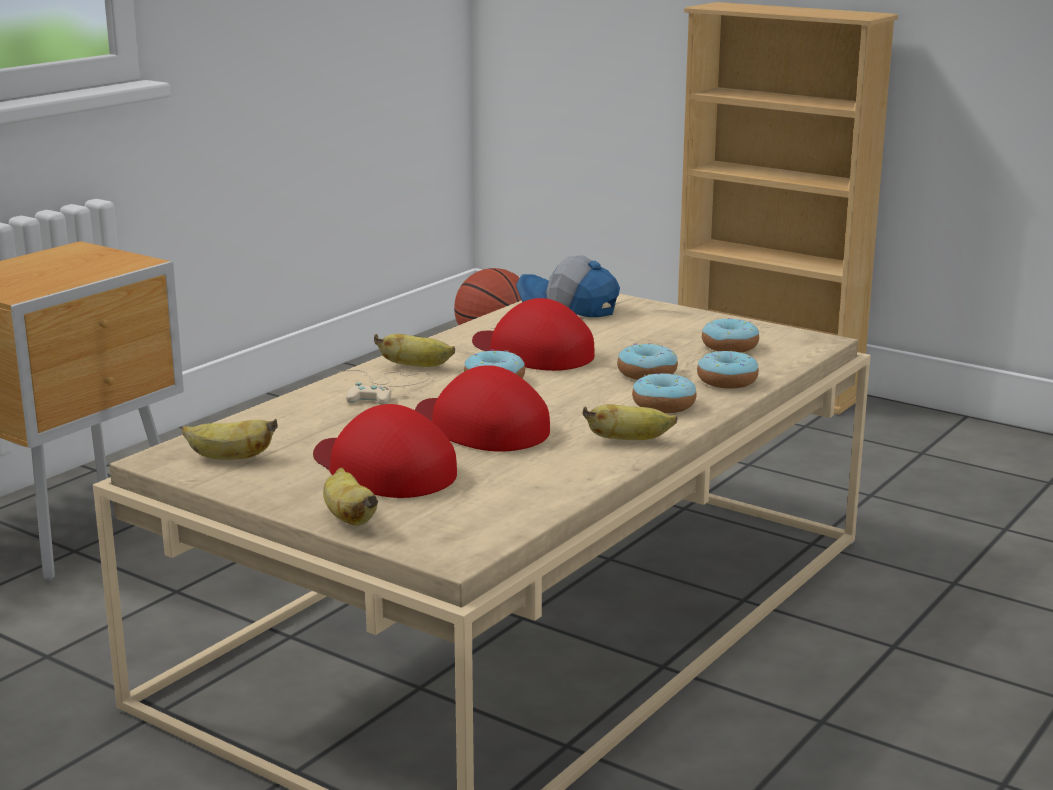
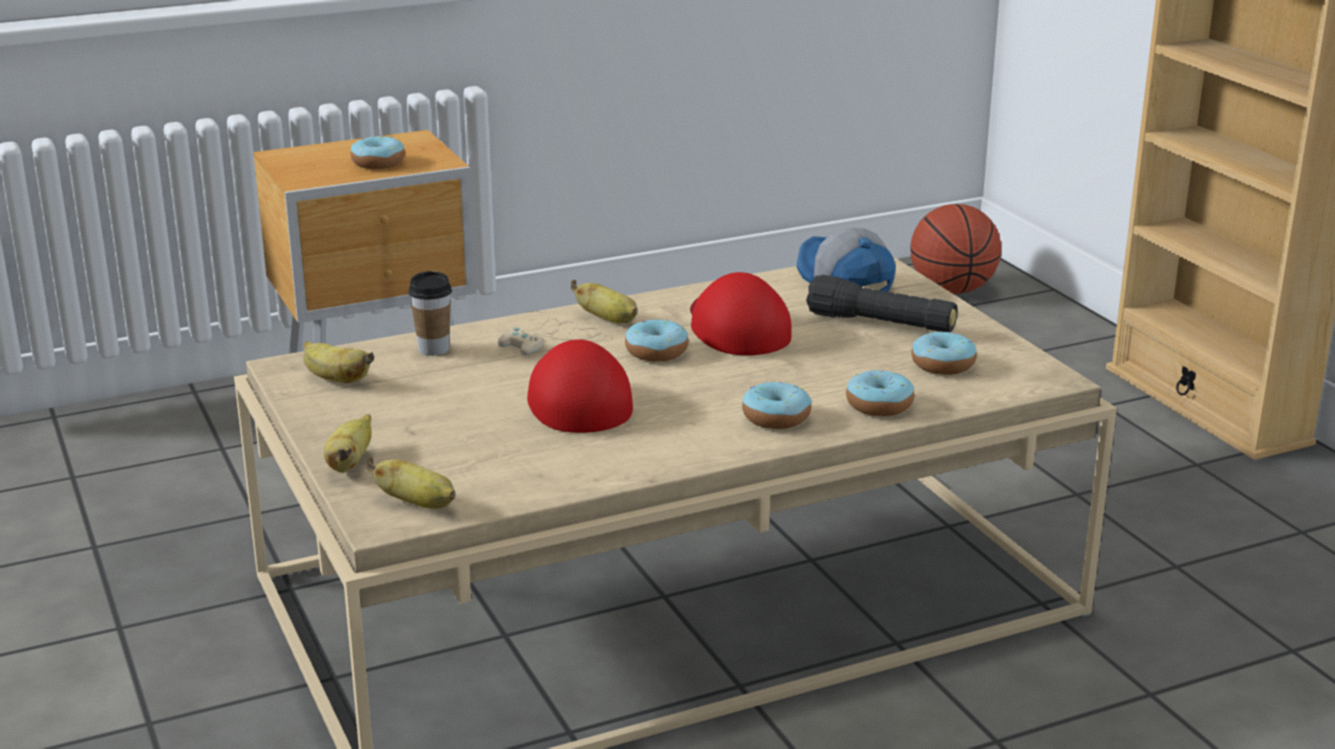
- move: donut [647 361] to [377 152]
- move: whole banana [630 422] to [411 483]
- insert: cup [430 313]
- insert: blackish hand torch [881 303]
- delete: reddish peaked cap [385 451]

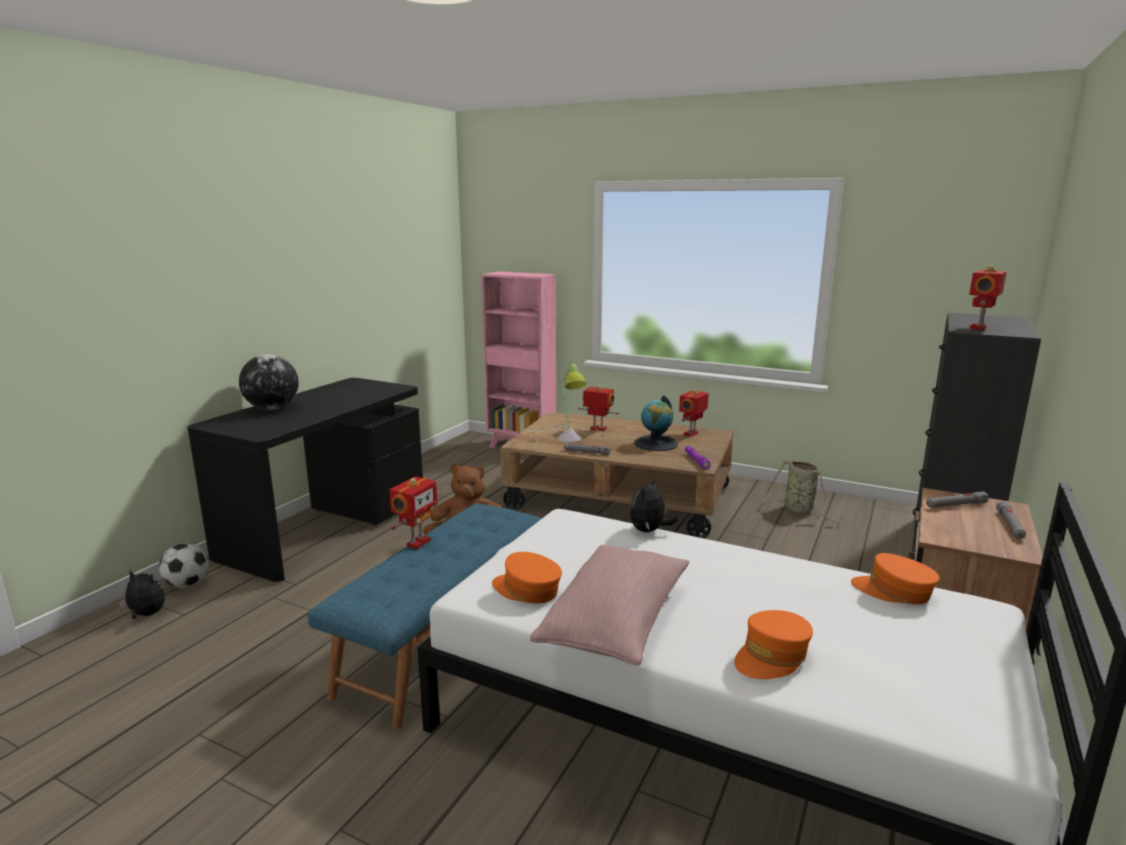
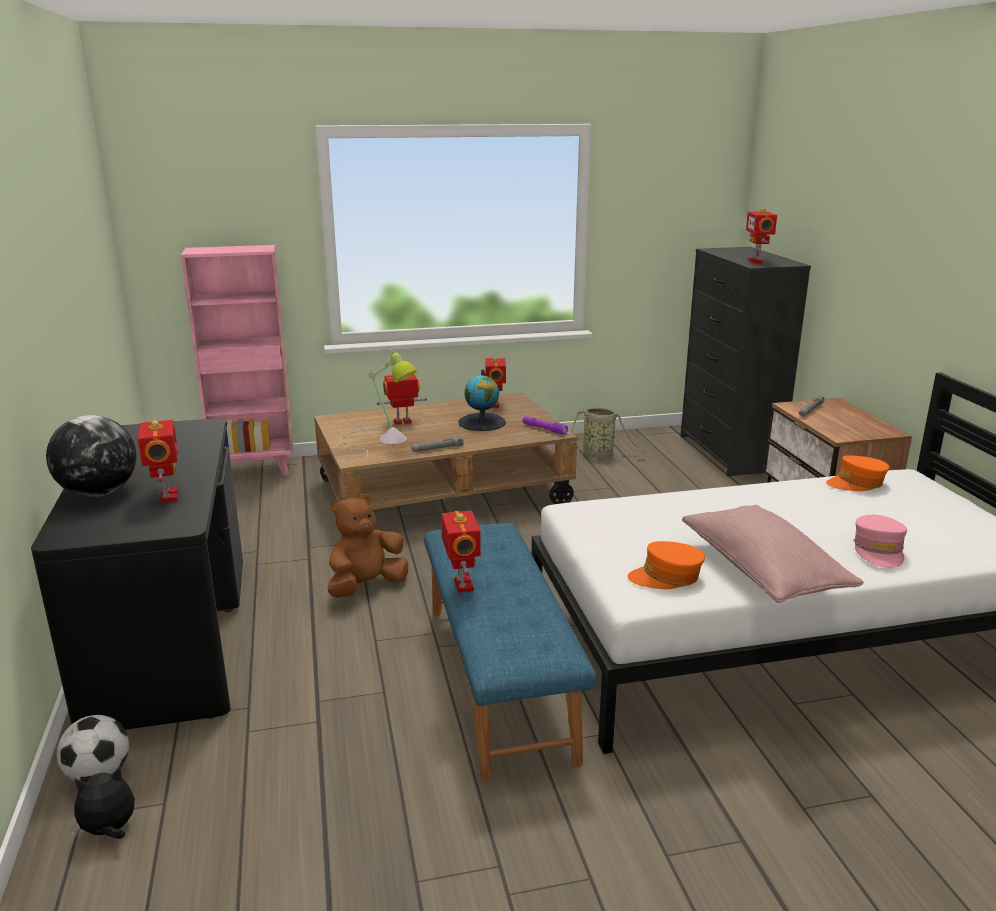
- insert: model robot [158 461]
- recolor: orange-coloured peaked cap [773 644] to pink peaked cap [880 541]
- delete: soft toy [654 504]
- delete: greyish hand torch [1011 520]

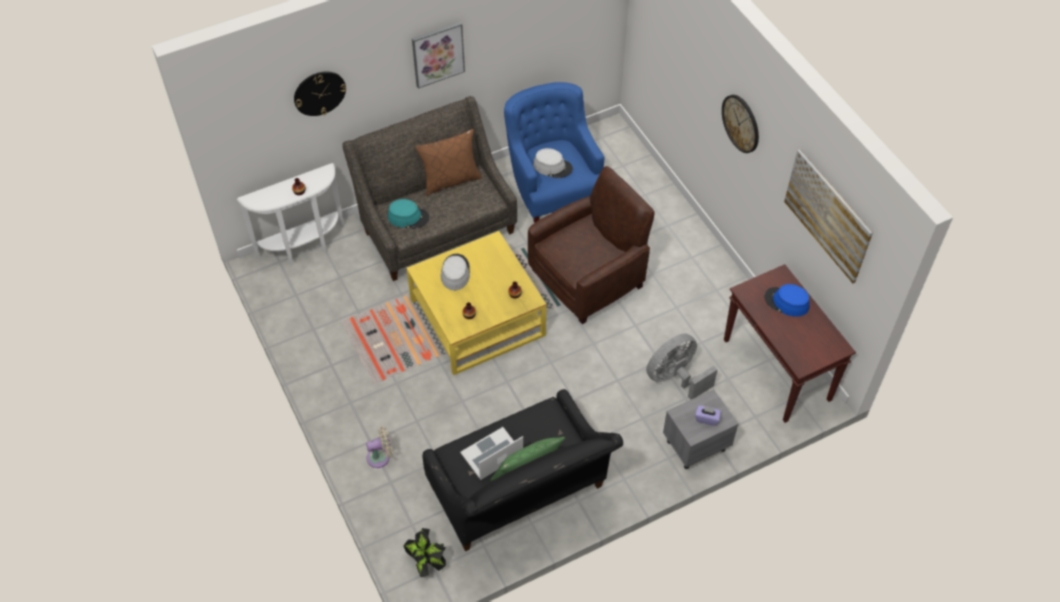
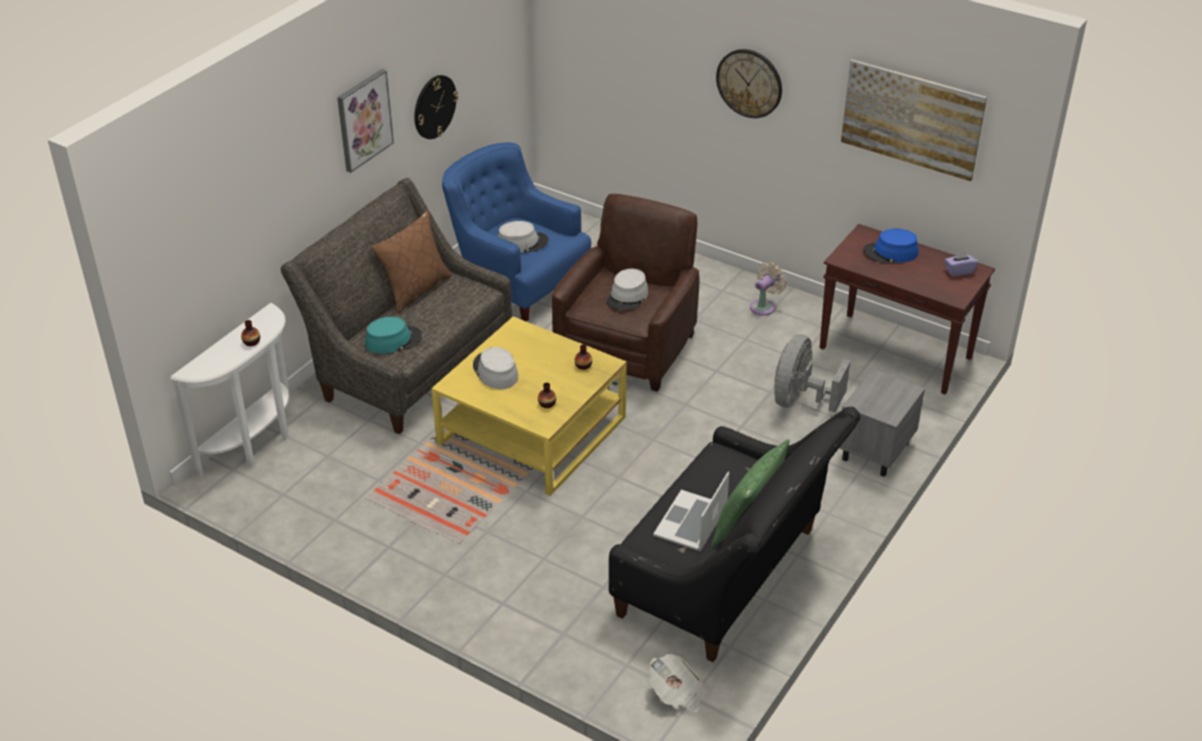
- move: hanging clock [320 94] to [436 107]
- insert: greyish hat [627 290]
- replace: potted plant [424 553] to daily paper [676 683]
- move: sand-coloured cooling fan [379 447] to [768 289]
- move: purplish tissue holder [708 415] to [961 263]

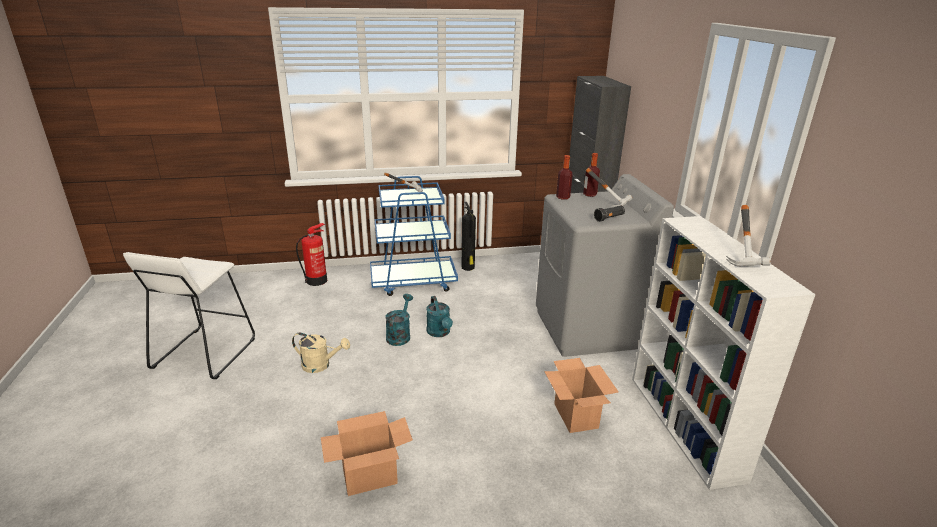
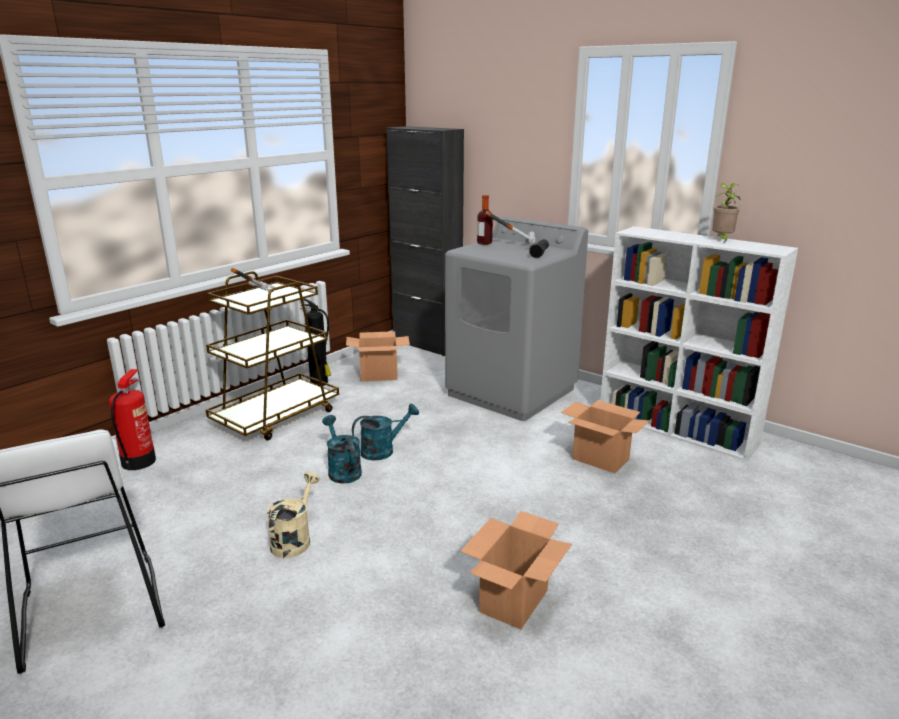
- recolor: blue cart [414 236] to brown-coloured cart [272 355]
- rotate: sand-coloured watering pot [321 353] = [293 515] 45 degrees counterclockwise
- insert: cardboard box [378 356]
- rotate: turquoise-coloured watering pot [439 316] = [385 432] 60 degrees counterclockwise
- replace: hammer [748 235] to potted plant [726 212]
- delete: drink bottle [564 177]

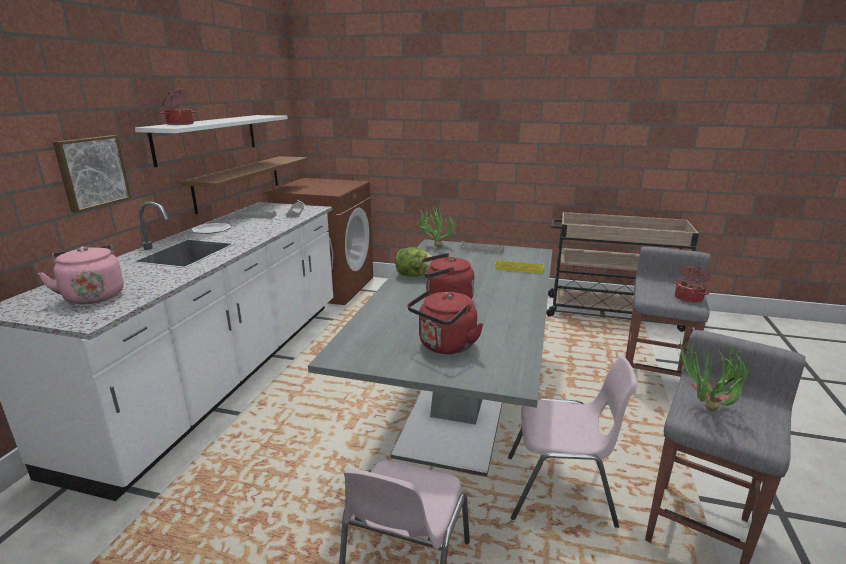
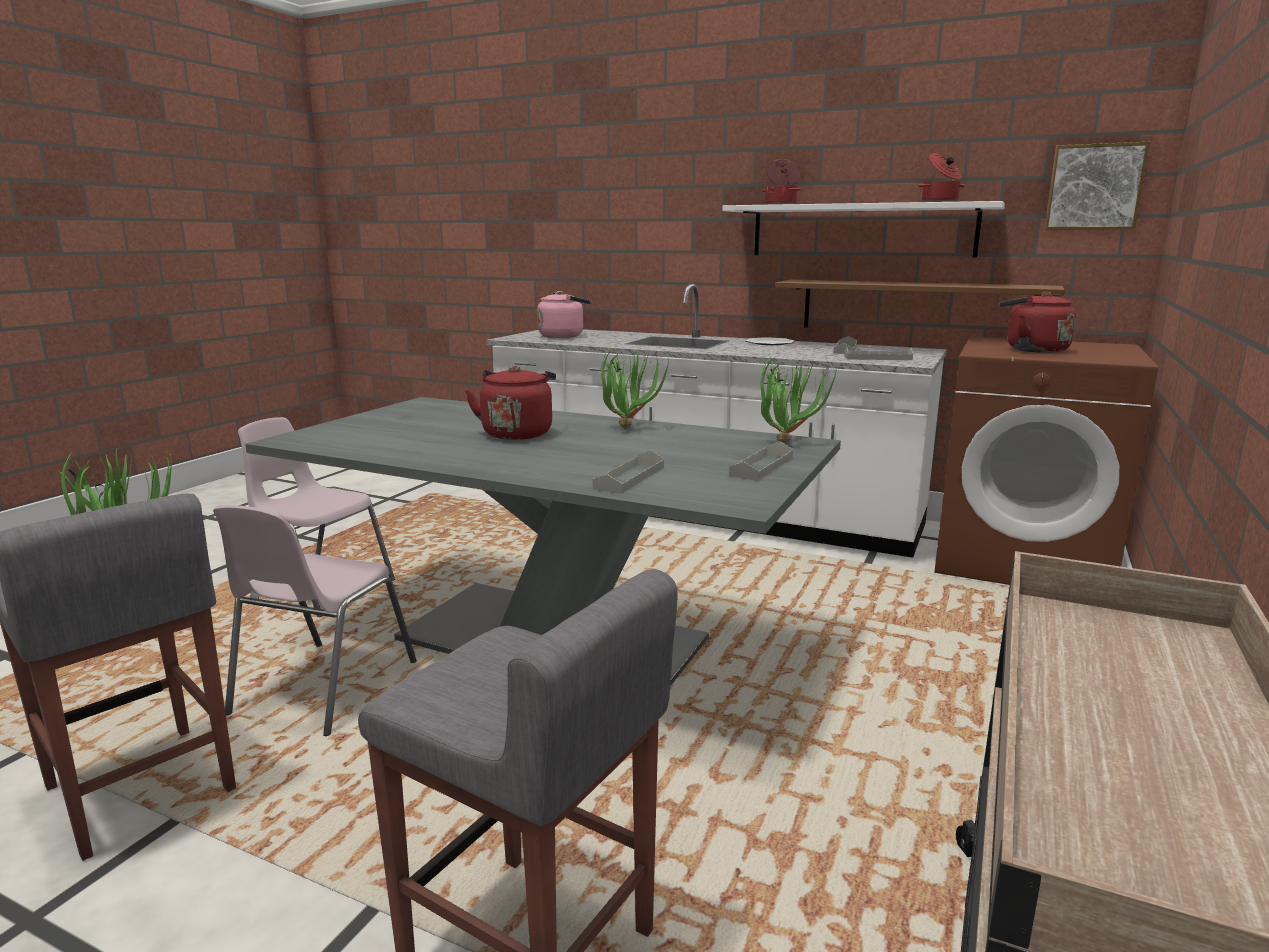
- recolor: yellowish serving tray [519 266] to greyish serving tray [628 472]
- replace: lettuce [413 262] to potted plant [635 388]
- move: saucepot [693 284] to [941 178]
- move: reddish tea kettle [445 322] to [1038 322]
- move: picture [92 174] to [1097 186]

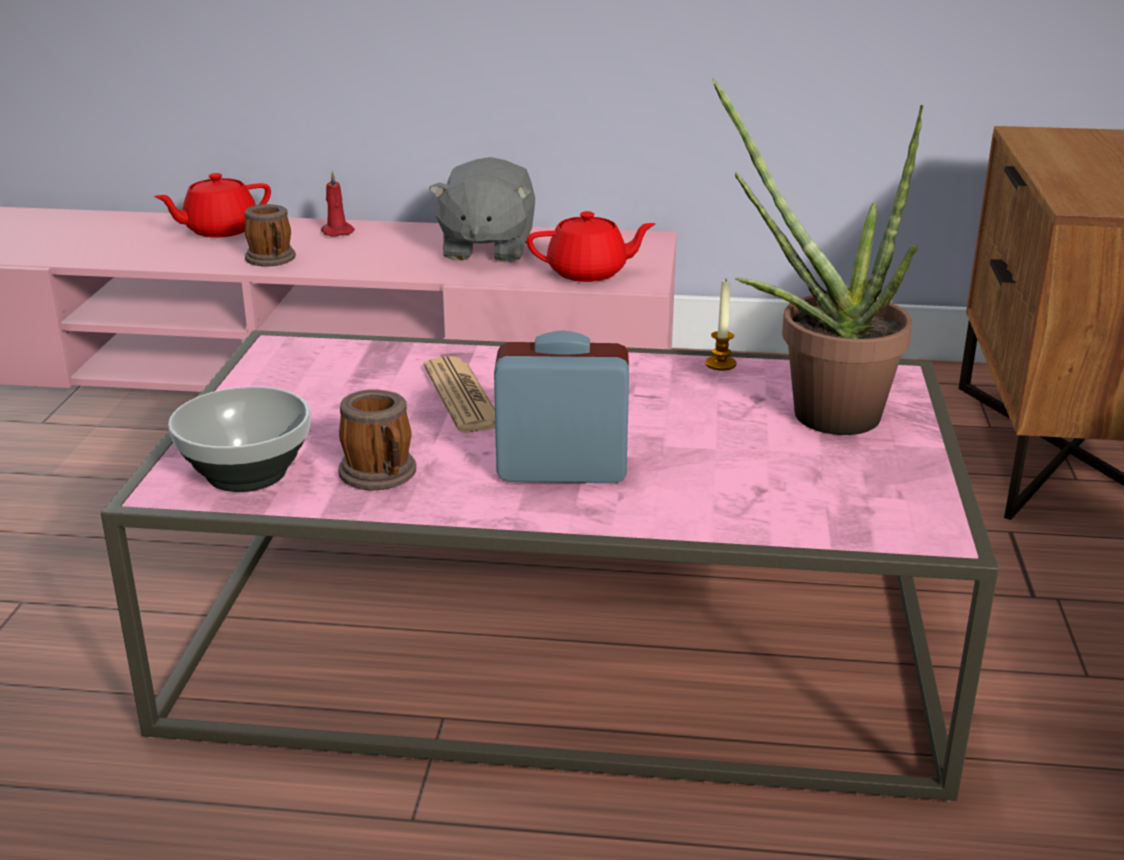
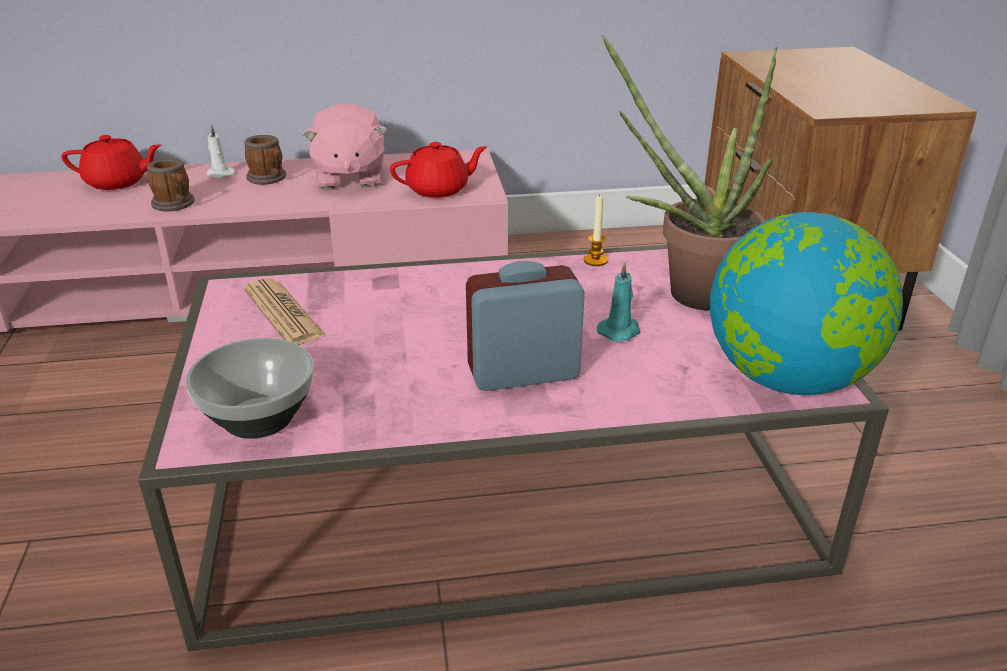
- rotate: reddish tea pot [212 205] = [111 162] 135 degrees counterclockwise
- recolor: reddish wax light [338 204] to white-coloured wax light [220 152]
- move: daily paper [459 394] to [284 311]
- move: tea mug [377 440] to [265 160]
- recolor: greyish soft toy [482 209] to pink soft toy [344 146]
- insert: turquoise-coloured wax light [618 302]
- insert: world globe [806 303]

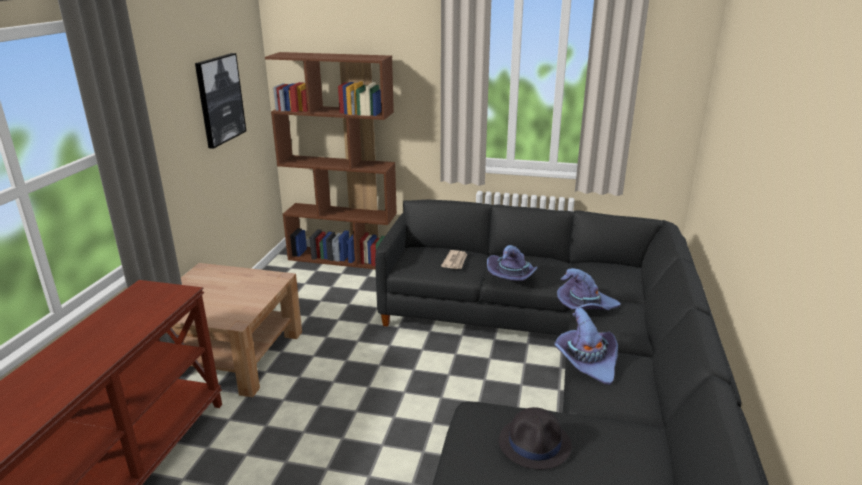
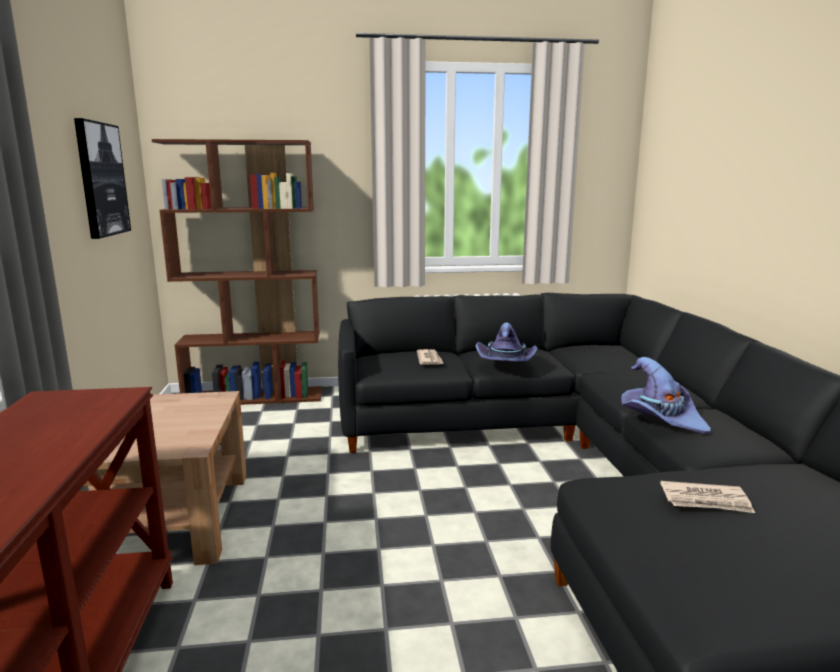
- replace: blackish hat [535 438] to daily paper [707 497]
- delete: purplish hat [589 289]

